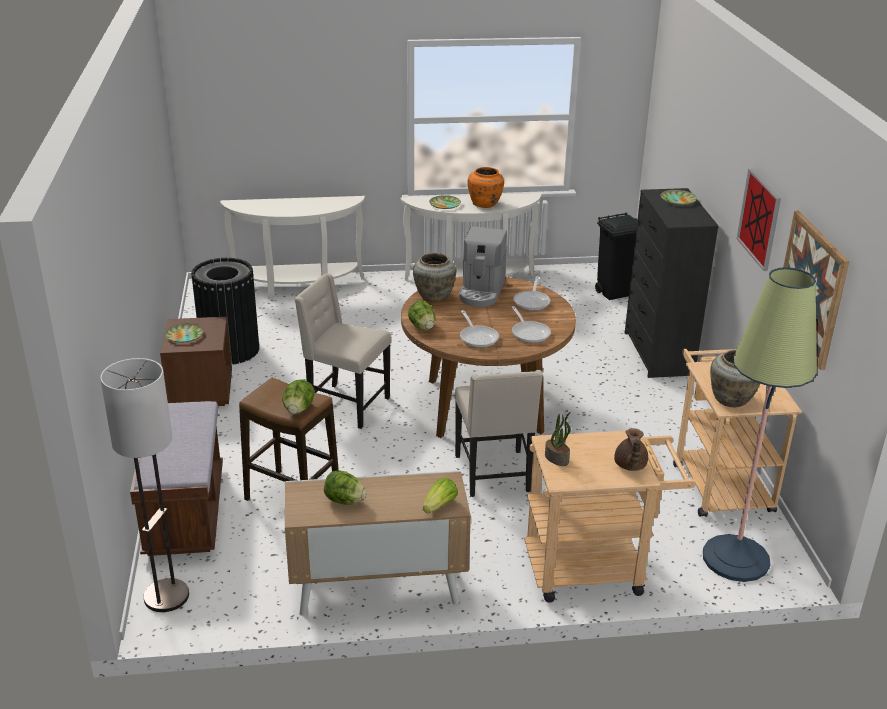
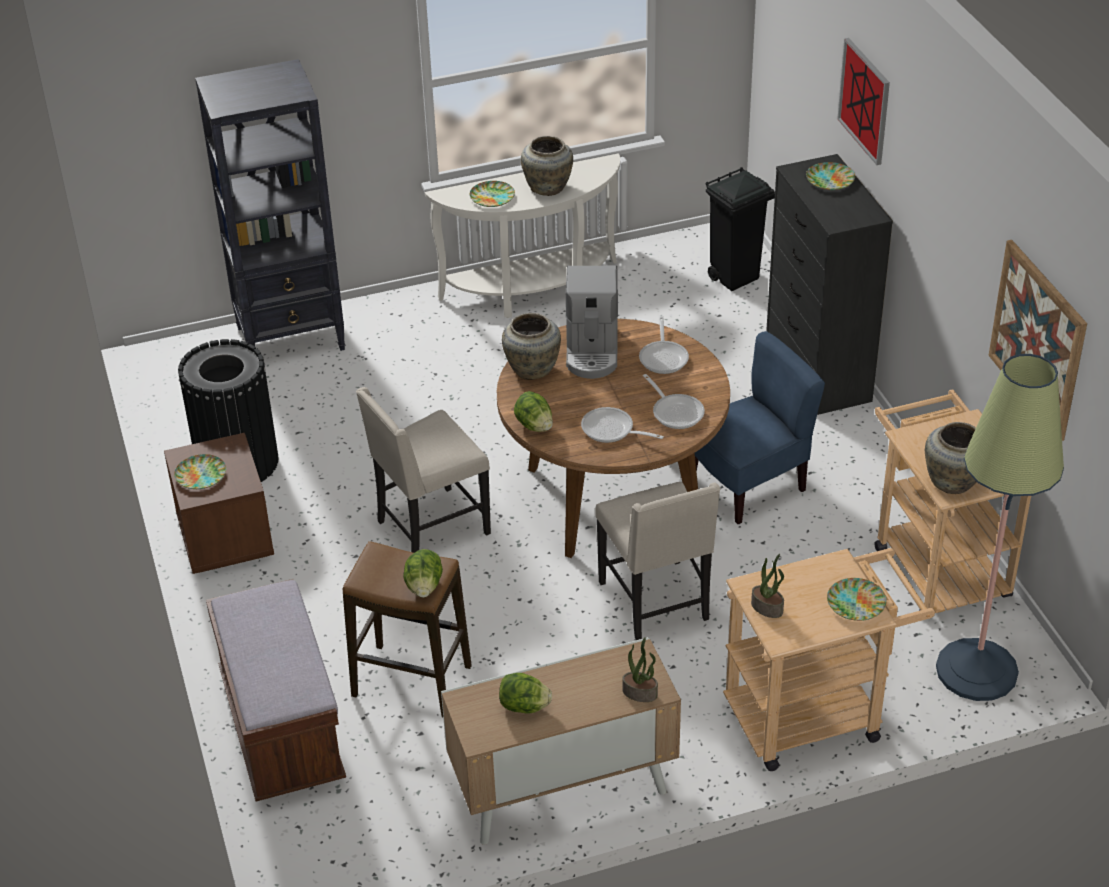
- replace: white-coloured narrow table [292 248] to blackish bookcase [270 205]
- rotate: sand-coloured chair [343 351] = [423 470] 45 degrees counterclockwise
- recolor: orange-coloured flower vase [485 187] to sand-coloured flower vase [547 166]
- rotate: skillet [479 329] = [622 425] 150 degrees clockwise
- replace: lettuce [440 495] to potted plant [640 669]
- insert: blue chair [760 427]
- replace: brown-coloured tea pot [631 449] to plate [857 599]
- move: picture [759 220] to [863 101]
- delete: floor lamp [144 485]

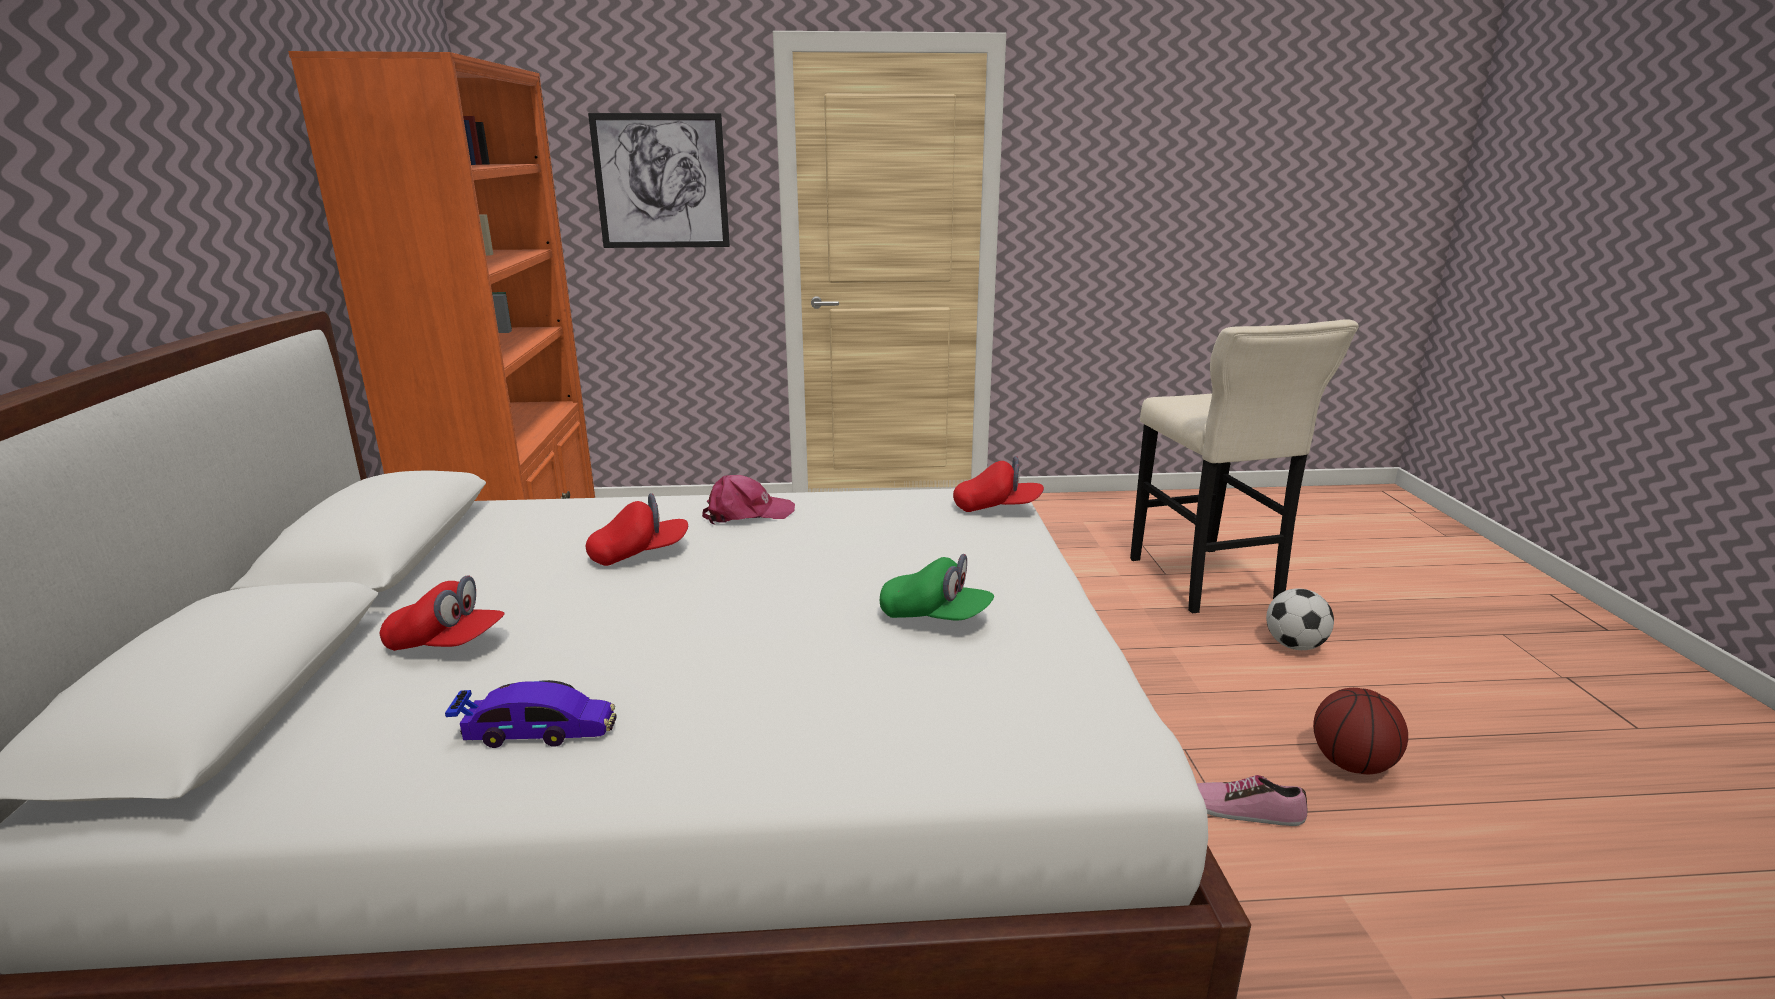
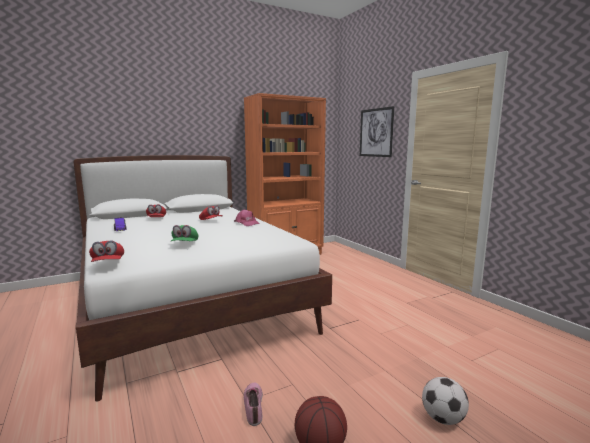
- move: reddish peaked cap [998 484] to [106 251]
- delete: sand-coloured sitting stool [1244 466]

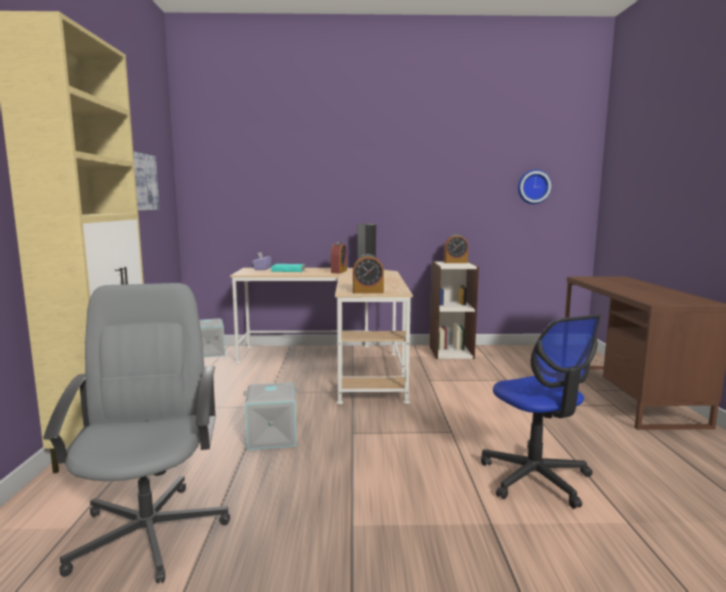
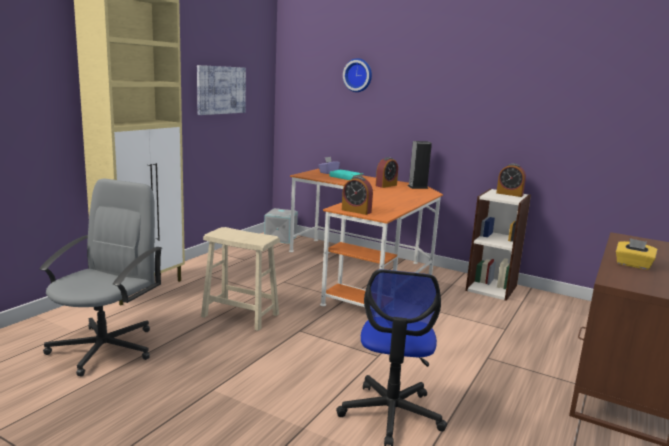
- replace: greyish storage box [270 416] to sand-coloured sitting stool [240 279]
- recolor: sand-coloured desk unit [321 336] to orange-coloured desk unit [366 238]
- move: hanging clock [535 187] to [357 75]
- insert: yellowish tissue holder [636 254]

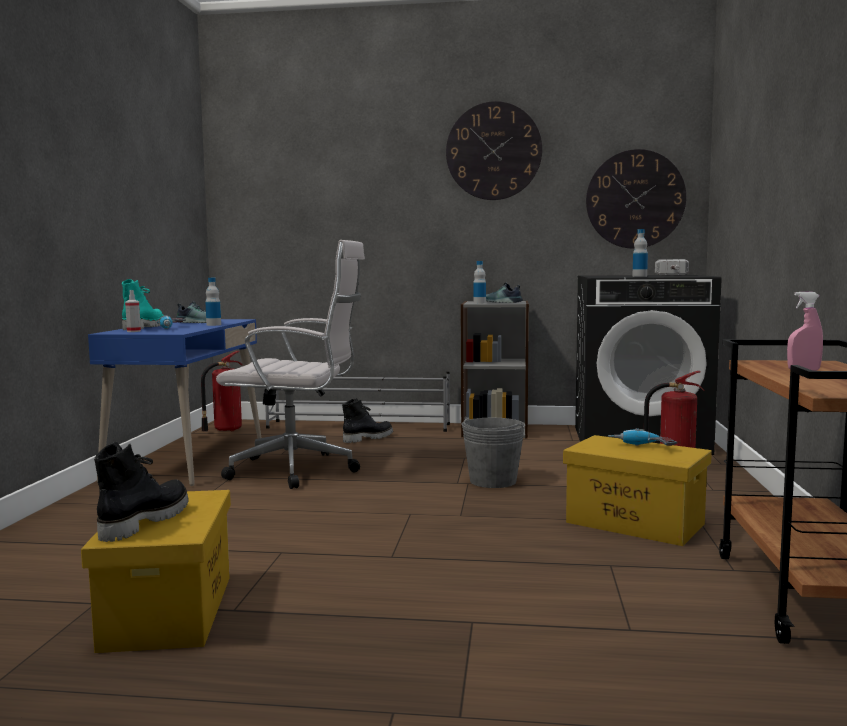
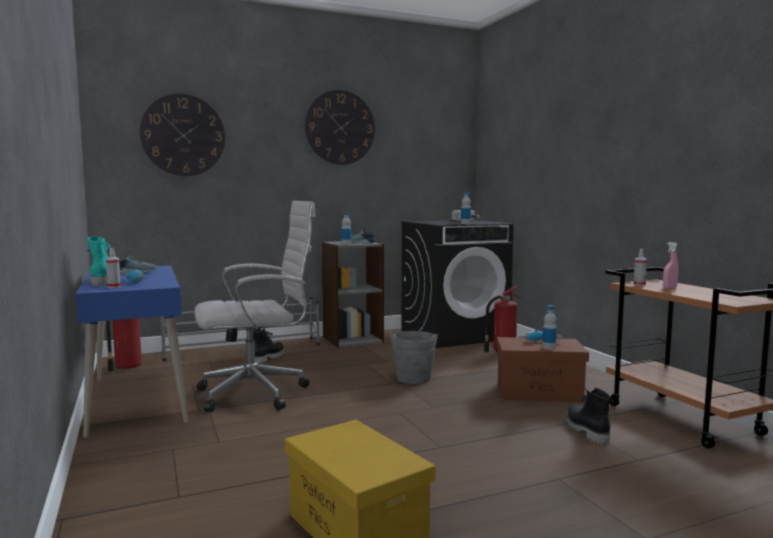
- move: hanging clock [636 199] to [182 135]
- recolor: yellowish storage box [637 490] to brown-coloured storage box [543 369]
- move: drink bottle [213 302] to [549 327]
- move: blackish boot [141 492] to [589 416]
- insert: spray bottle [640 267]

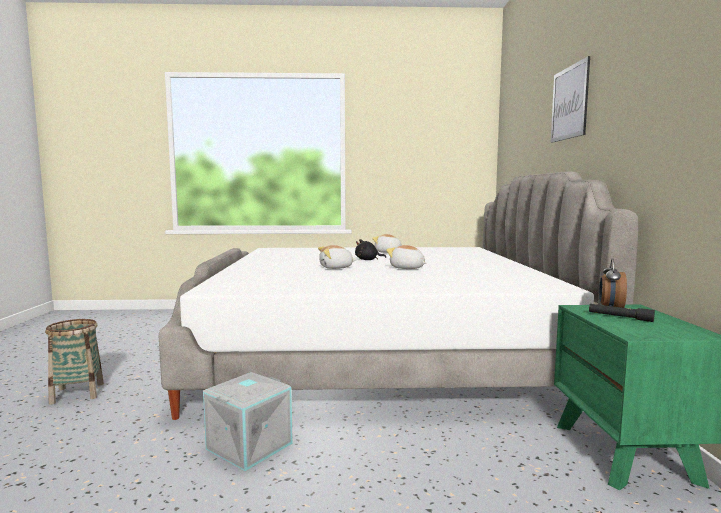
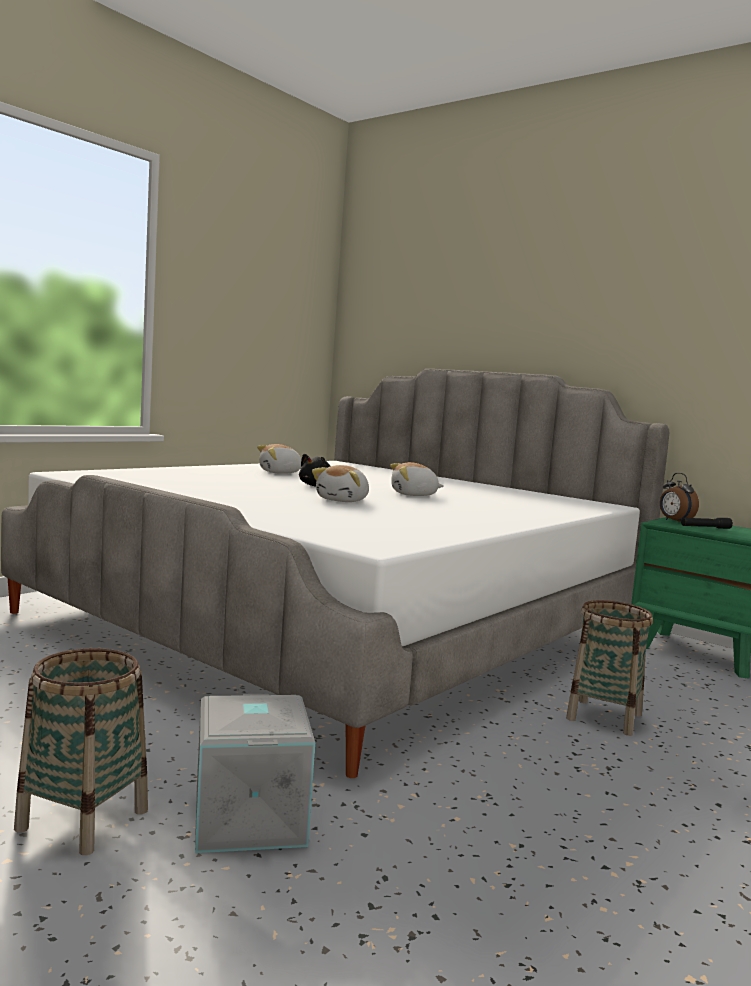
- move: greyish storage box [248 421] to [255 773]
- insert: household basket [609 668]
- delete: picture [570 99]

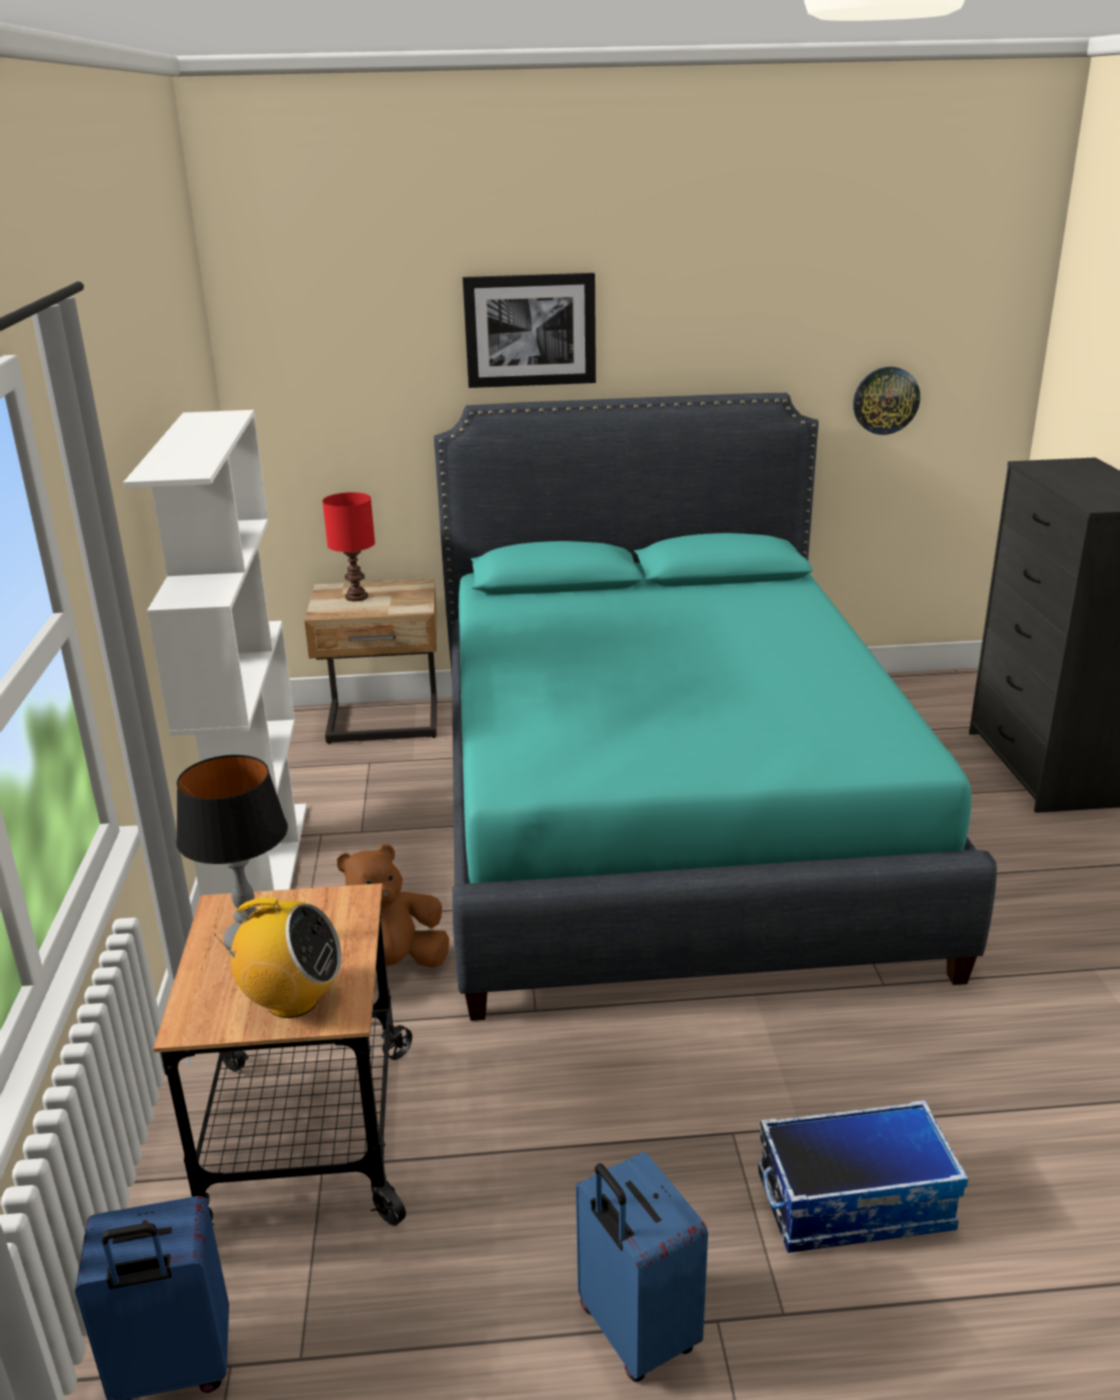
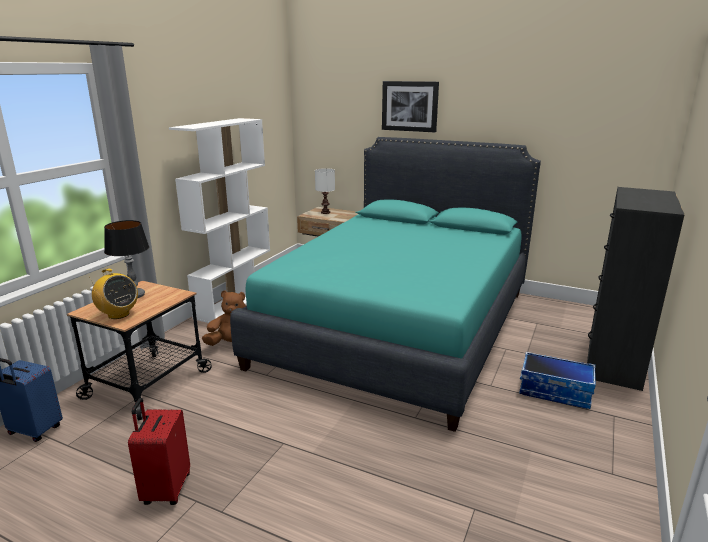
- recolor: blue suitcase [642 1267] to reddish suitcase [159 451]
- recolor: reddish tabletop lamp [348 546] to white-coloured tabletop lamp [325 191]
- move: storage box [863 1176] to [557 380]
- delete: hanging clock [886 401]

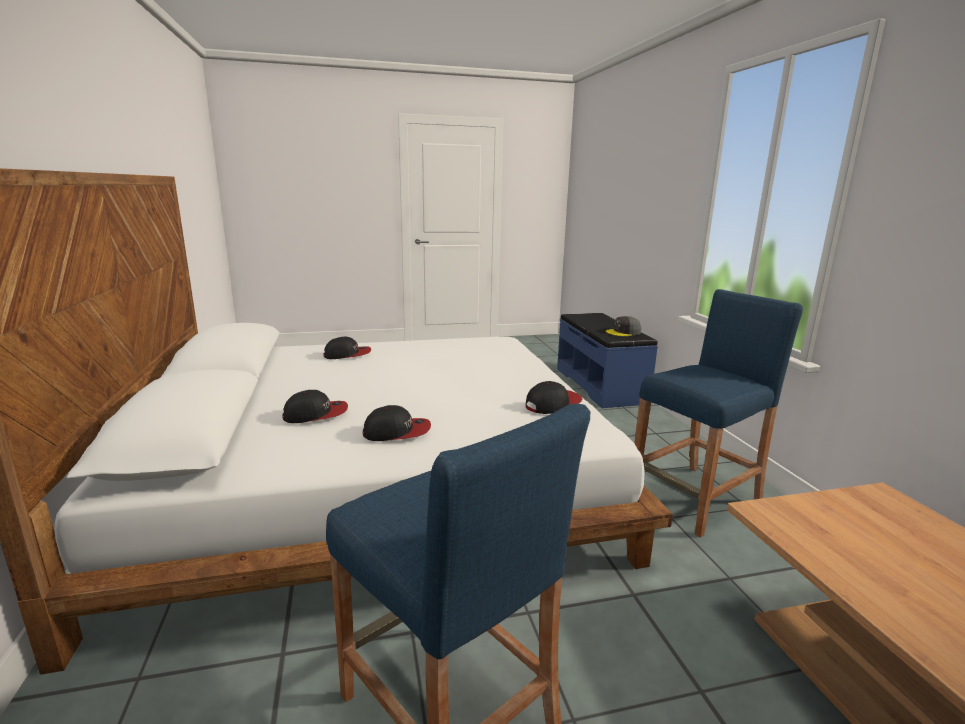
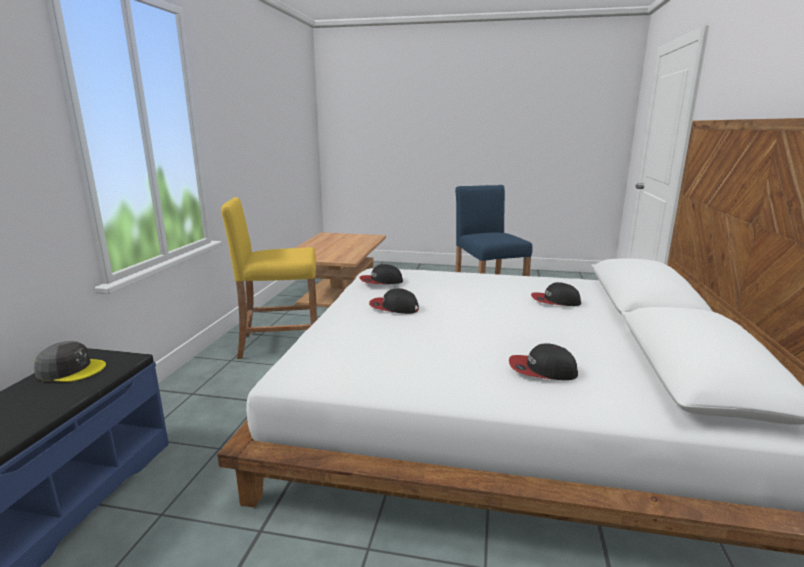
- recolor: blue sitting stool [718 413] to yellowish sitting stool [269 278]
- move: peaked cap [397 423] to [394 301]

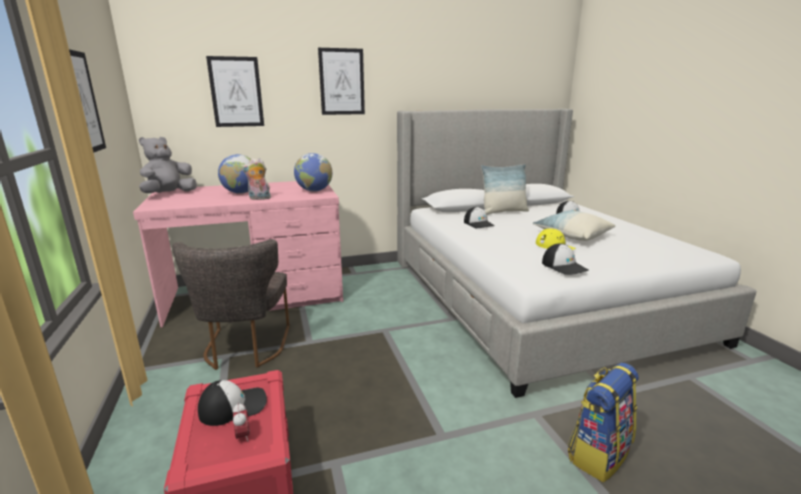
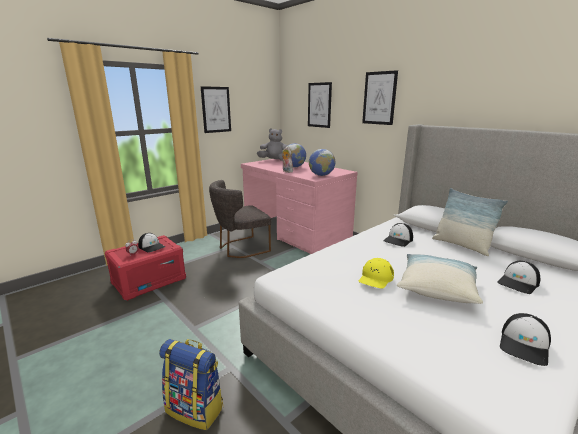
- move: peaked cap [565 259] to [525 339]

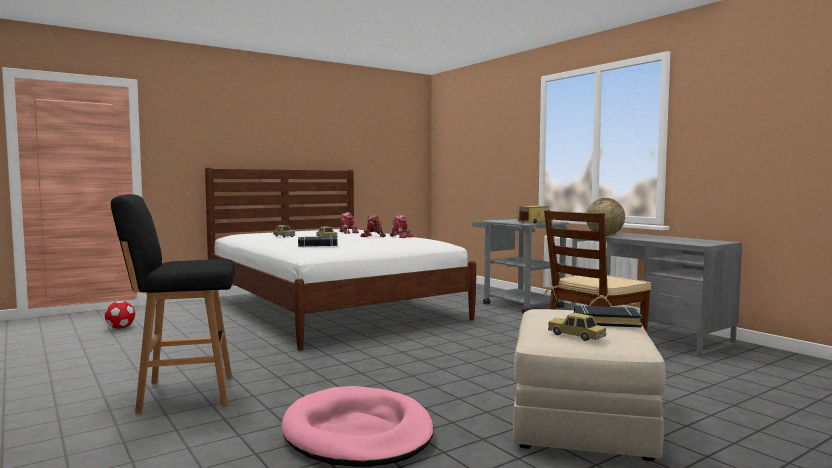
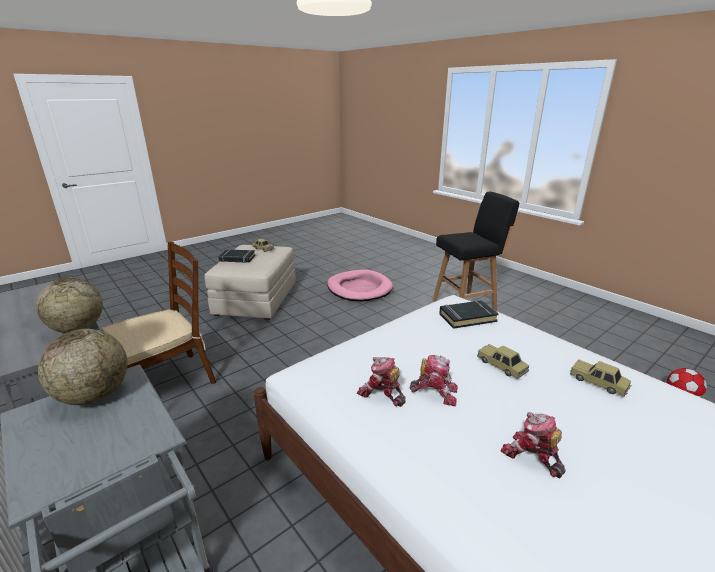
- replace: model truck [535 214] to world globe [83 367]

